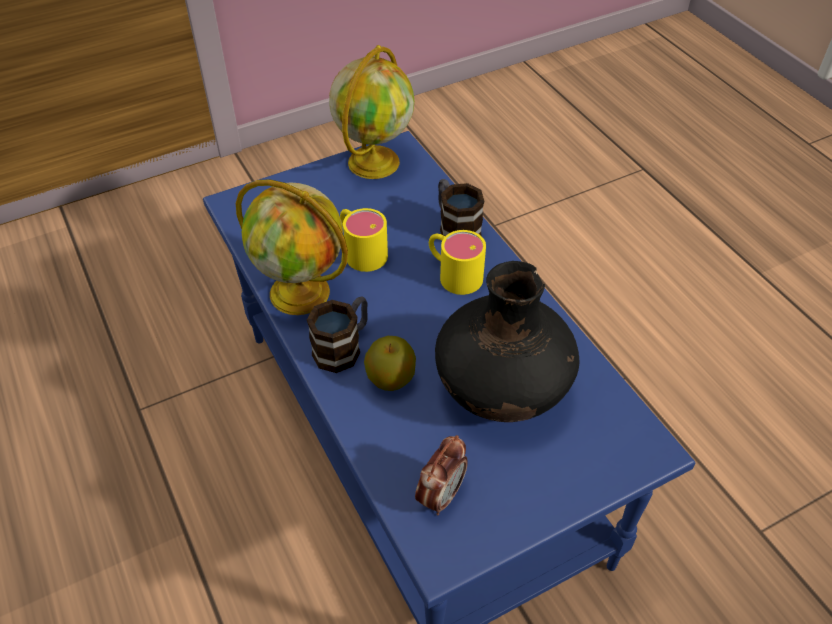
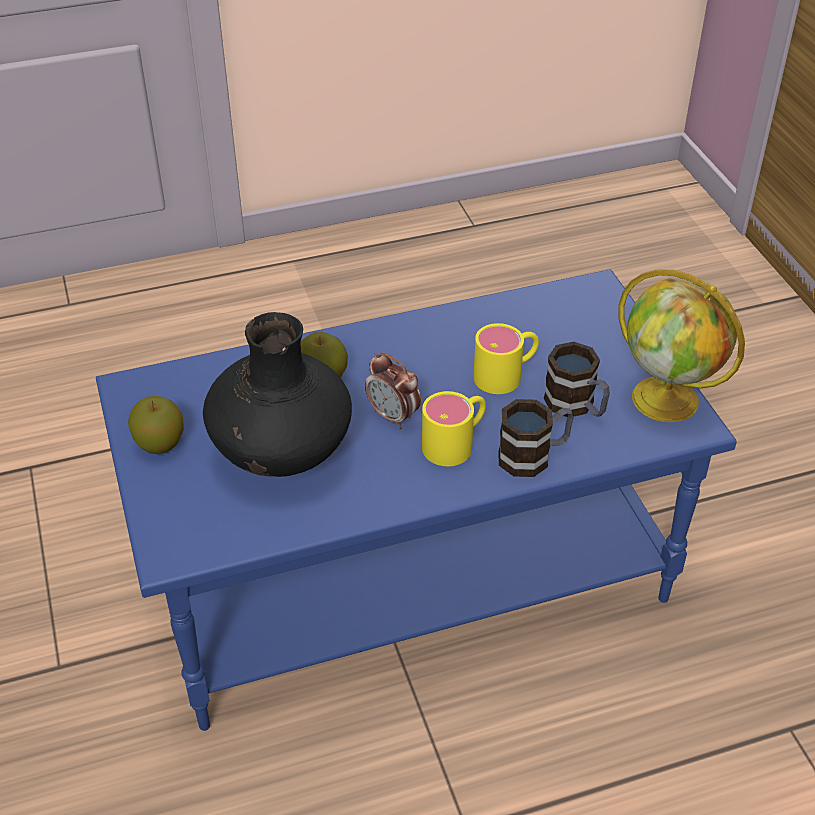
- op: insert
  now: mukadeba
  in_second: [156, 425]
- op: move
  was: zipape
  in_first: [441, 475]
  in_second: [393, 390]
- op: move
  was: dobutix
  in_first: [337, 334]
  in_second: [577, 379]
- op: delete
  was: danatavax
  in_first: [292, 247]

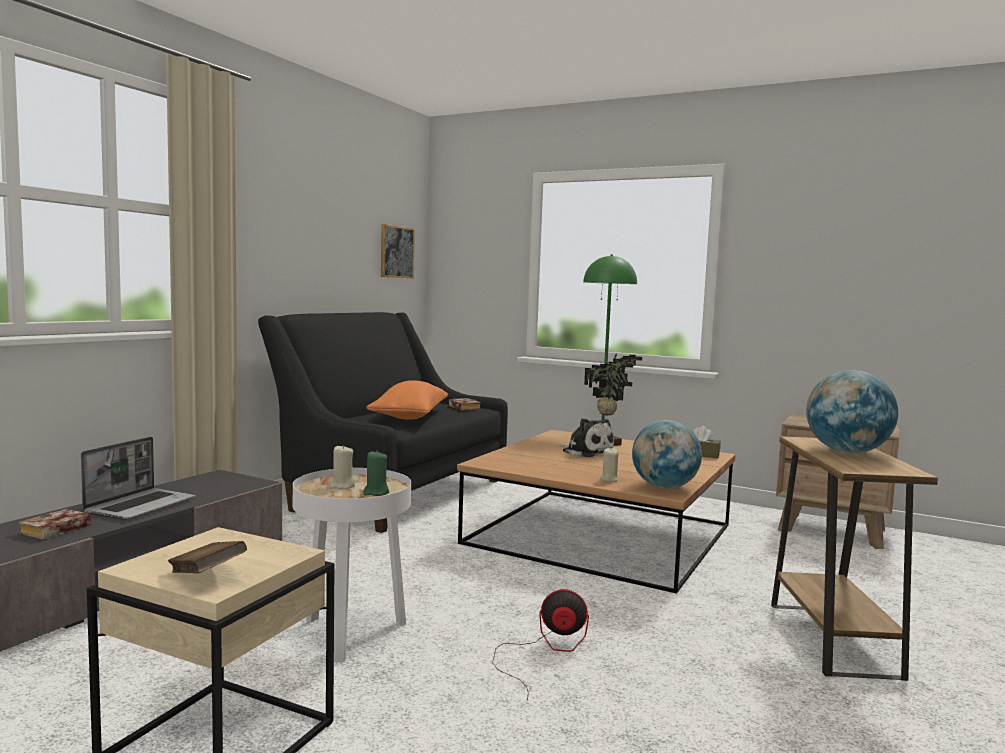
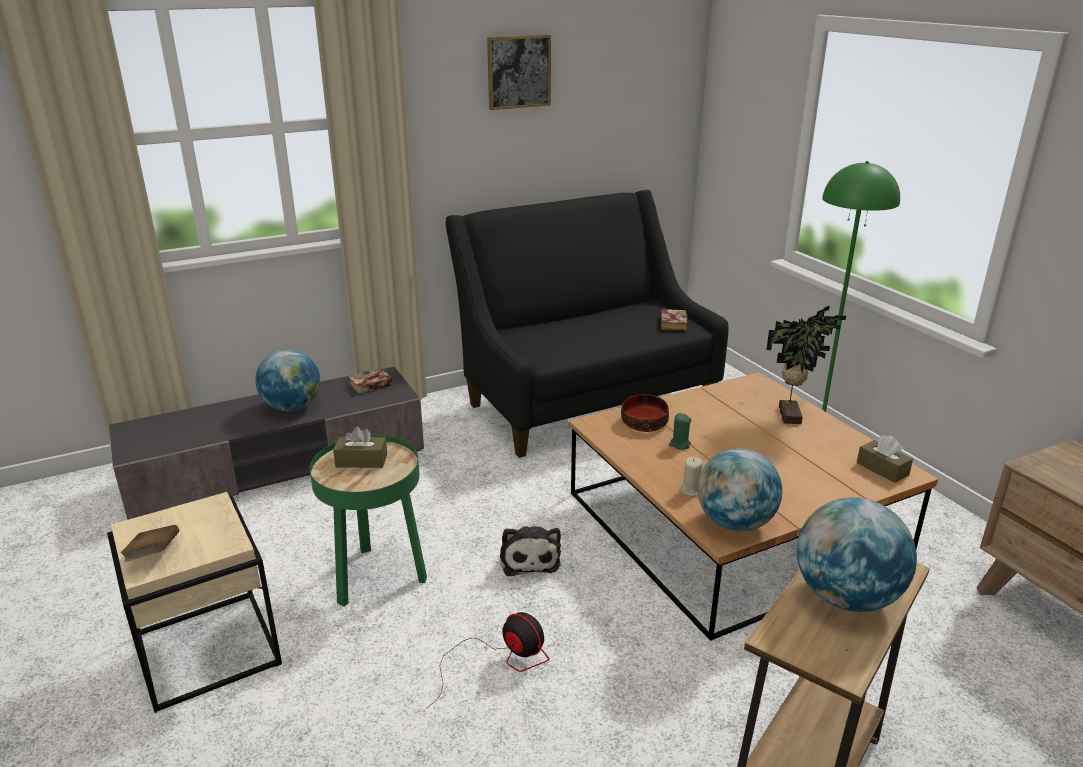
- op: replace
  was: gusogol
  now: danatavax
  in_first: [138, 478]
  in_second: [287, 380]
- op: recolor
  was: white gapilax
  now: green gapilax
  in_first: [352, 565]
  in_second: [368, 521]
- op: replace
  was: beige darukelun
  now: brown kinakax
  in_first: [342, 467]
  in_second: [360, 447]
- op: move
  was: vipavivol
  in_first: [55, 524]
  in_second: [371, 381]
- op: move
  was: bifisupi
  in_first: [398, 251]
  in_second: [519, 72]
- op: move
  was: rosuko
  in_first: [586, 437]
  in_second: [530, 551]
- op: insert
  now: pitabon
  in_second: [645, 413]
- op: move
  was: green darukelun
  in_first: [376, 473]
  in_second: [680, 431]
- op: delete
  was: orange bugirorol
  in_first: [407, 399]

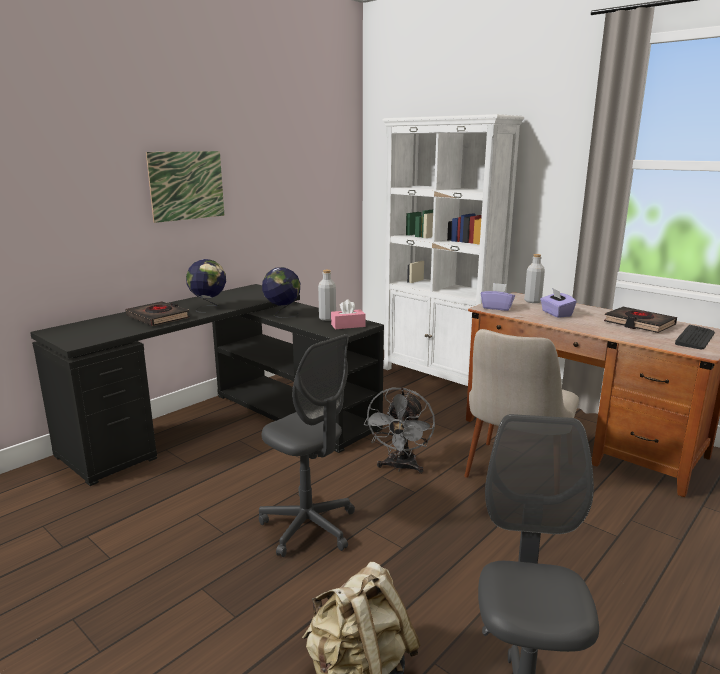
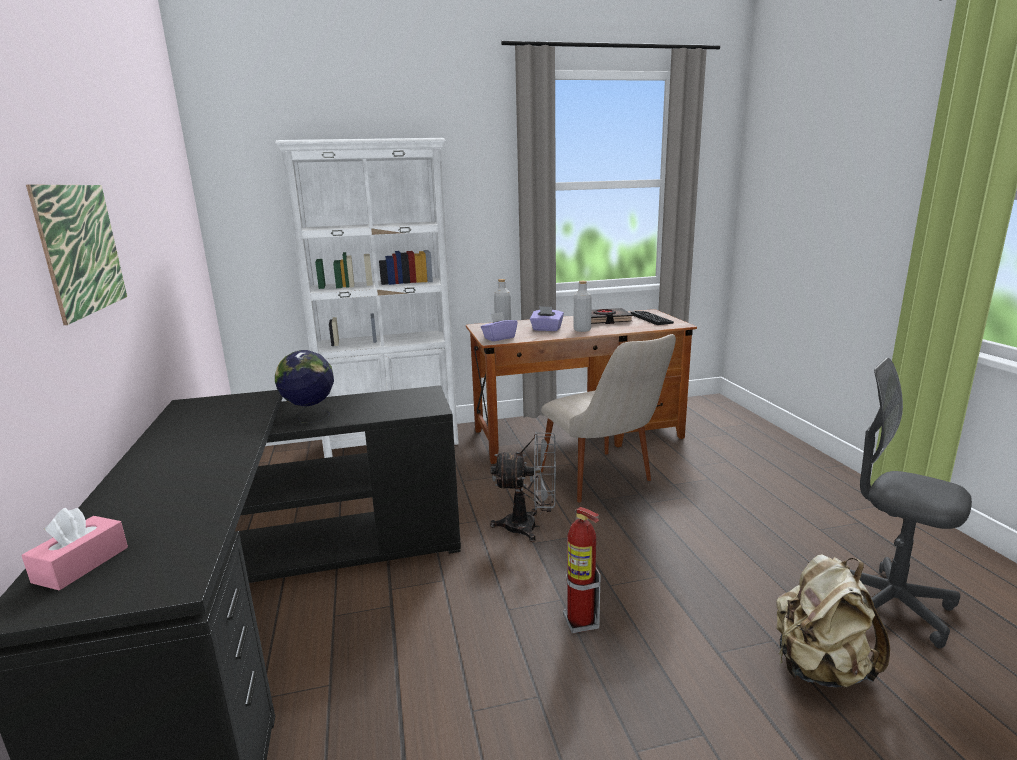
- op: move
  was: pink kinakax
  in_first: [348, 314]
  in_second: [74, 549]
- op: rotate
  was: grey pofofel
  in_first: [399, 430]
  in_second: [523, 487]
  clockwise: -45
- op: replace
  was: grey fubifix
  now: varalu
  in_first: [307, 445]
  in_second: [582, 570]
- op: move
  was: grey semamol
  in_first: [327, 295]
  in_second: [583, 306]
- op: delete
  was: black vipavivol
  in_first: [158, 314]
- op: delete
  was: danatavax
  in_first: [206, 286]

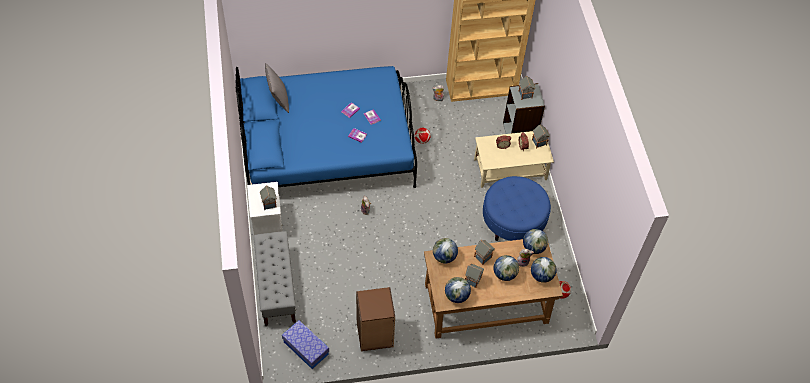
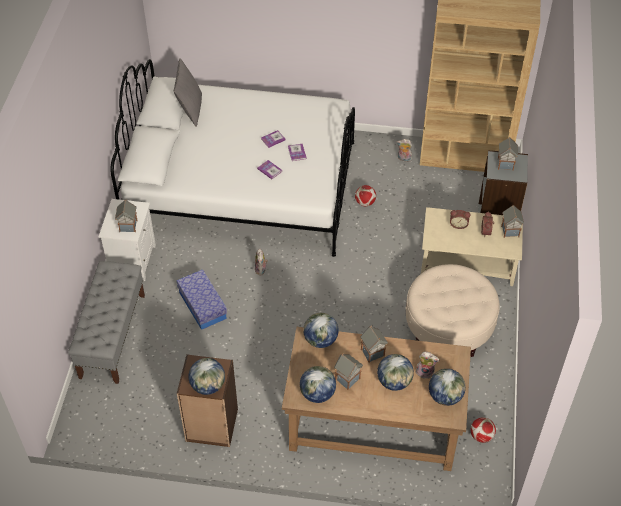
- op: recolor
  was: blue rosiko
  now: white rosiko
  in_first: [326, 127]
  in_second: [232, 158]
- op: move
  was: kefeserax
  in_first: [305, 344]
  in_second: [202, 299]
- op: move
  was: danatavax
  in_first: [535, 241]
  in_second: [206, 376]
- op: recolor
  was: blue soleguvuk
  now: beige soleguvuk
  in_first: [517, 208]
  in_second: [453, 310]

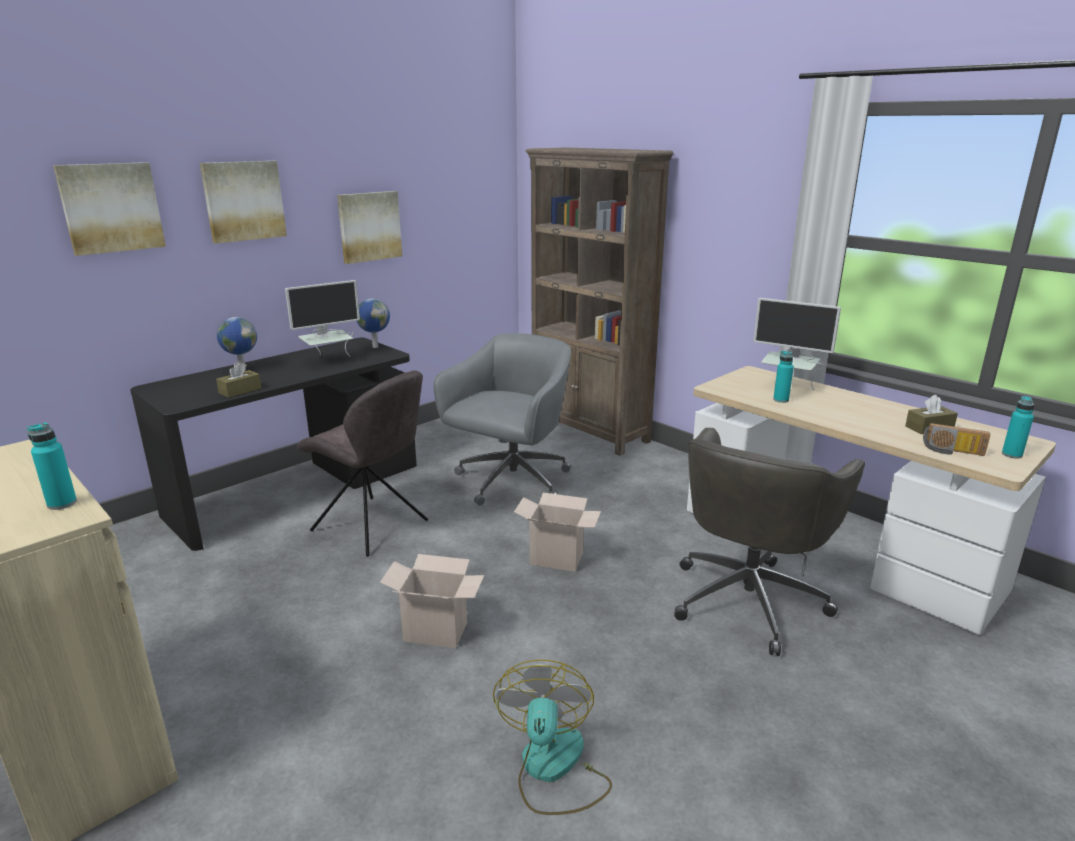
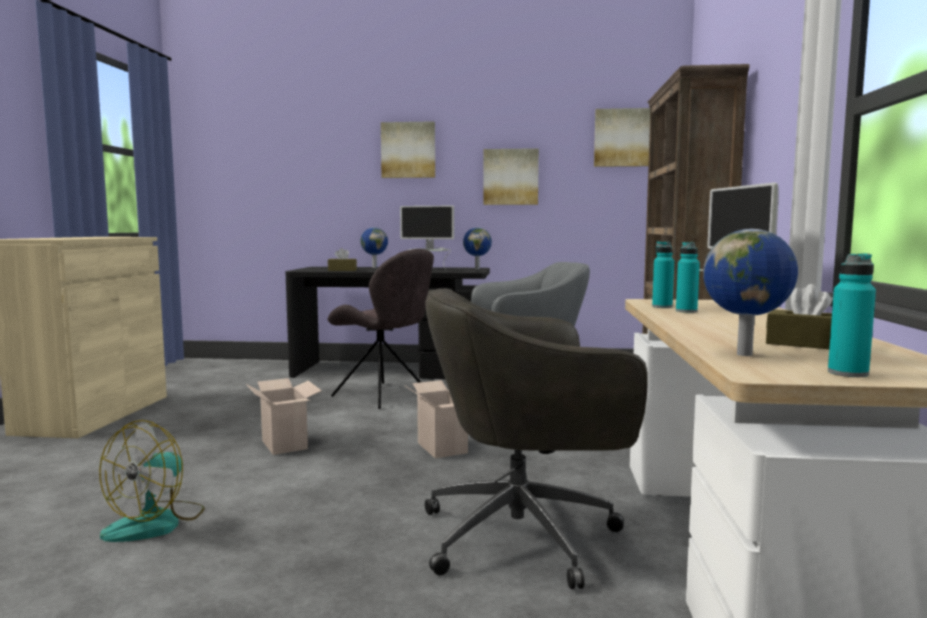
- op: rotate
  was: pofofel
  in_first: [552, 737]
  in_second: [151, 481]
  clockwise: 150
- op: rotate
  was: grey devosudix
  in_first: [362, 463]
  in_second: [381, 329]
  clockwise: -45
- op: move
  was: bifisupi
  in_first: [109, 209]
  in_second: [622, 137]
- op: move
  was: turquoise semamol
  in_first: [52, 466]
  in_second: [663, 274]
- op: replace
  was: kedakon
  now: danatavax
  in_first: [956, 439]
  in_second: [750, 292]

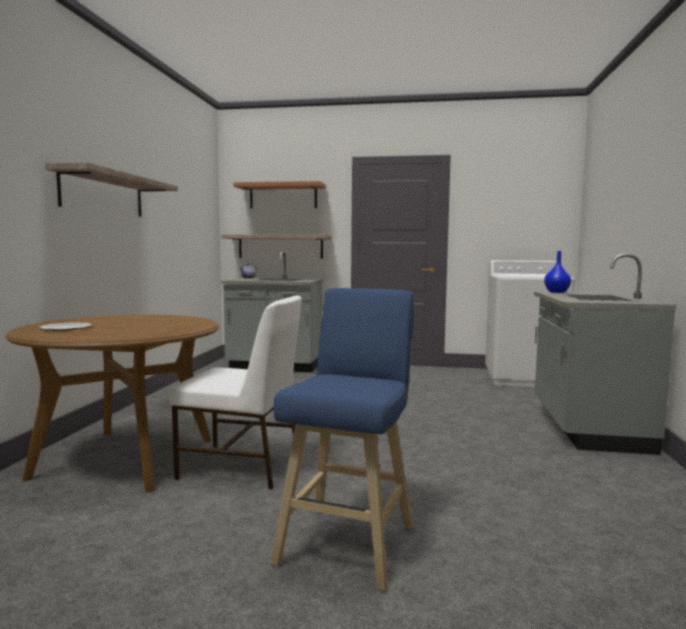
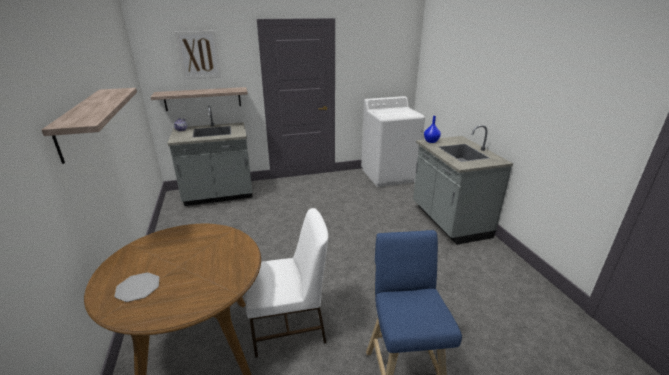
- op: replace
  was: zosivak
  now: bifisupi
  in_first: [279, 195]
  in_second: [197, 55]

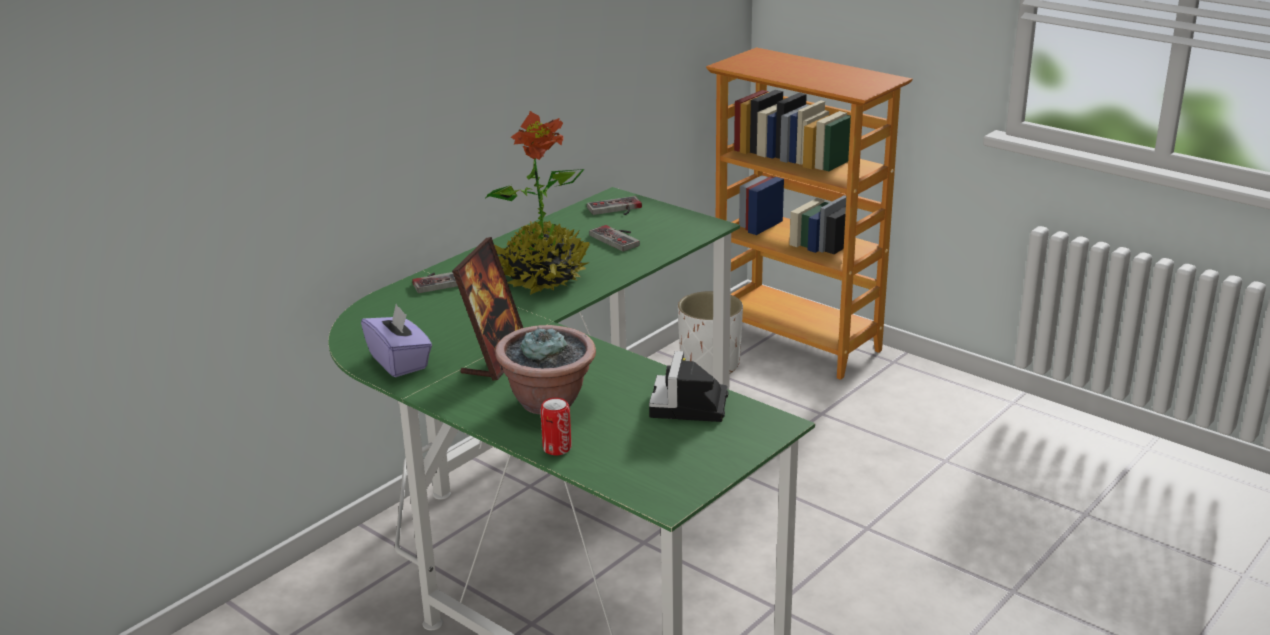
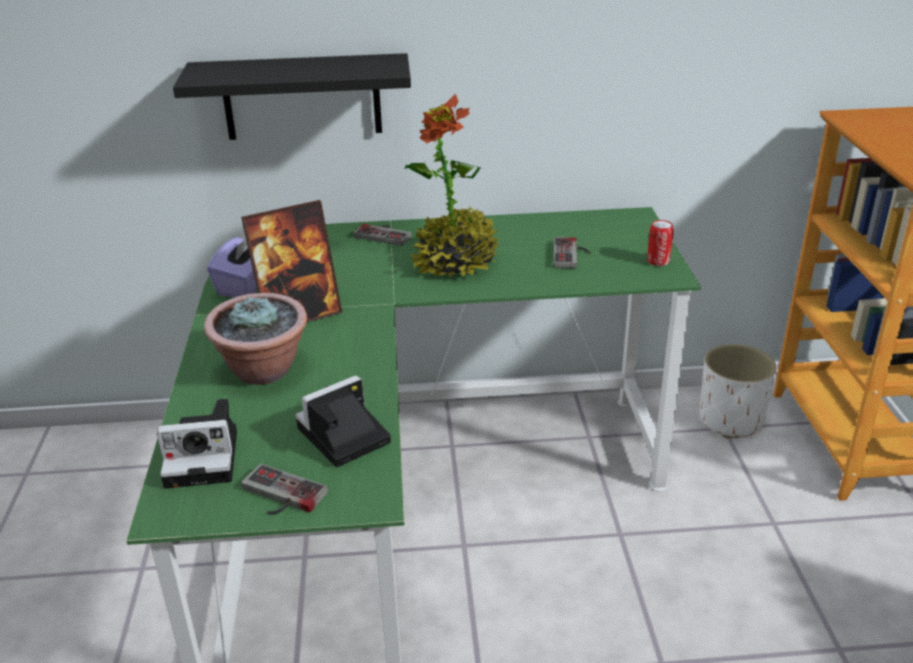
- op: insert
  now: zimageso
  in_second: [197, 443]
- op: insert
  now: black zosivak
  in_second: [292, 96]
- op: move
  was: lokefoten
  in_first: [614, 205]
  in_second: [284, 489]
- op: move
  was: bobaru
  in_first: [556, 426]
  in_second: [660, 243]

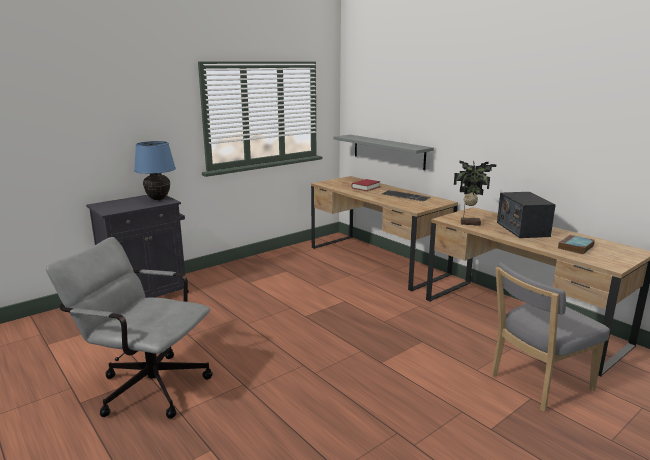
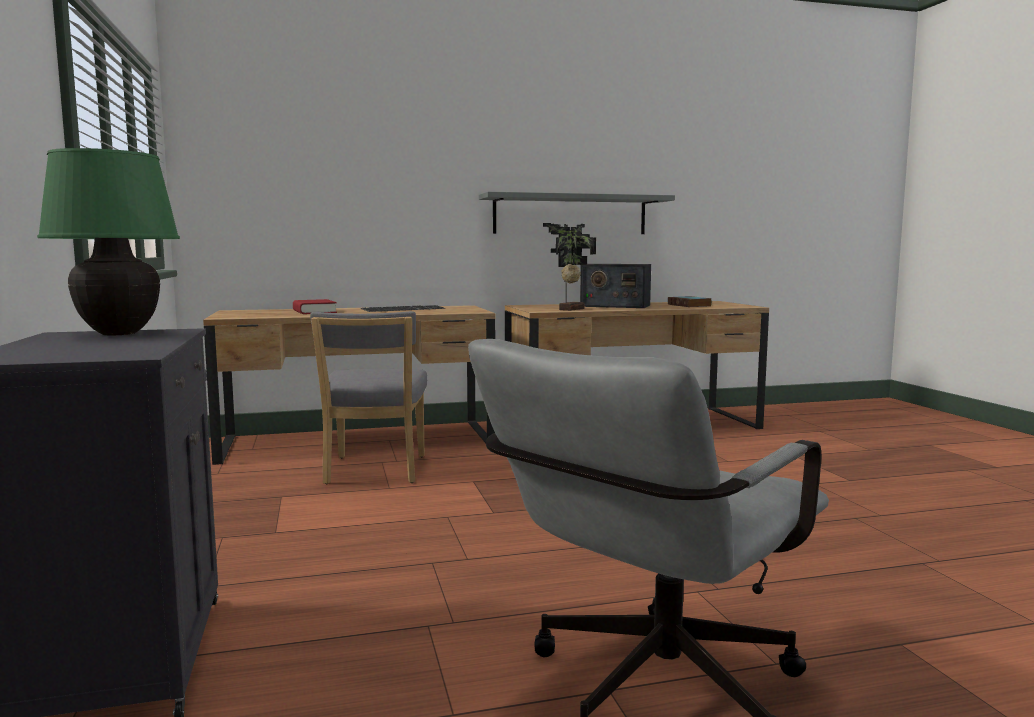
- op: recolor
  was: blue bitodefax
  now: green bitodefax
  in_first: [155, 170]
  in_second: [108, 241]
- op: move
  was: grey devosudix
  in_first: [550, 337]
  in_second: [368, 397]
- op: move
  was: grey zosivak
  in_first: [383, 152]
  in_second: [577, 213]

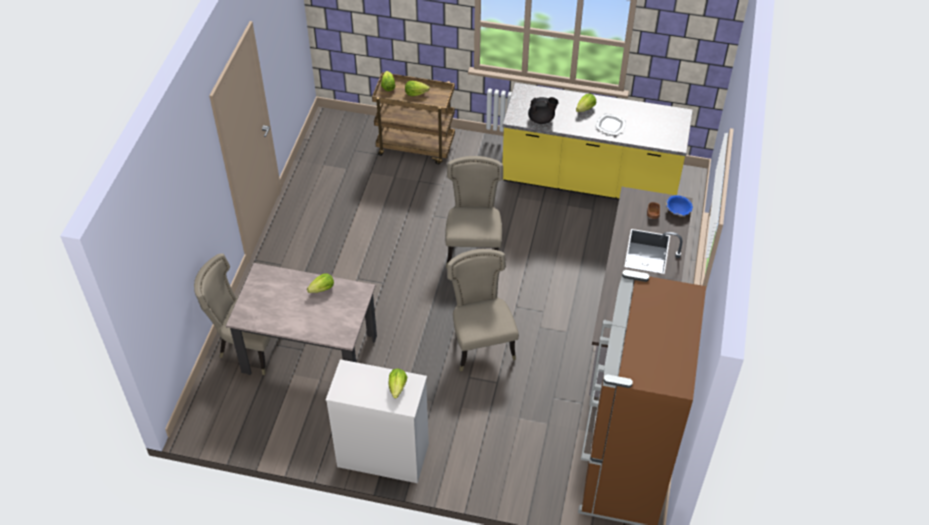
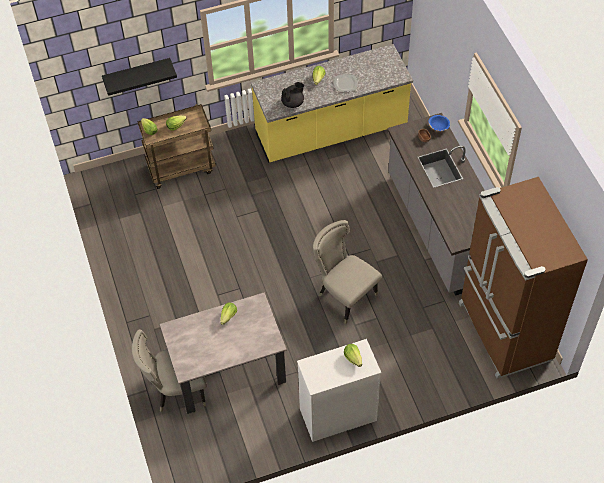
- op: insert
  now: black zosivak
  in_second: [139, 77]
- op: delete
  was: beige devosudix
  in_first: [474, 212]

